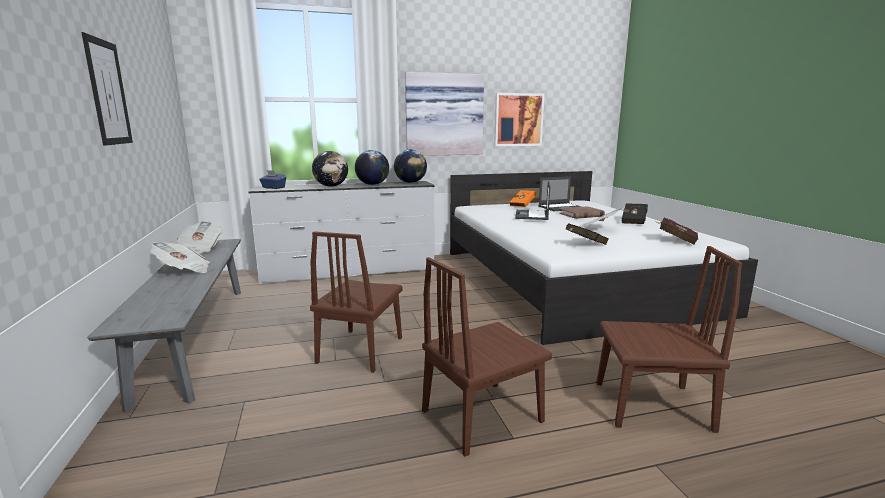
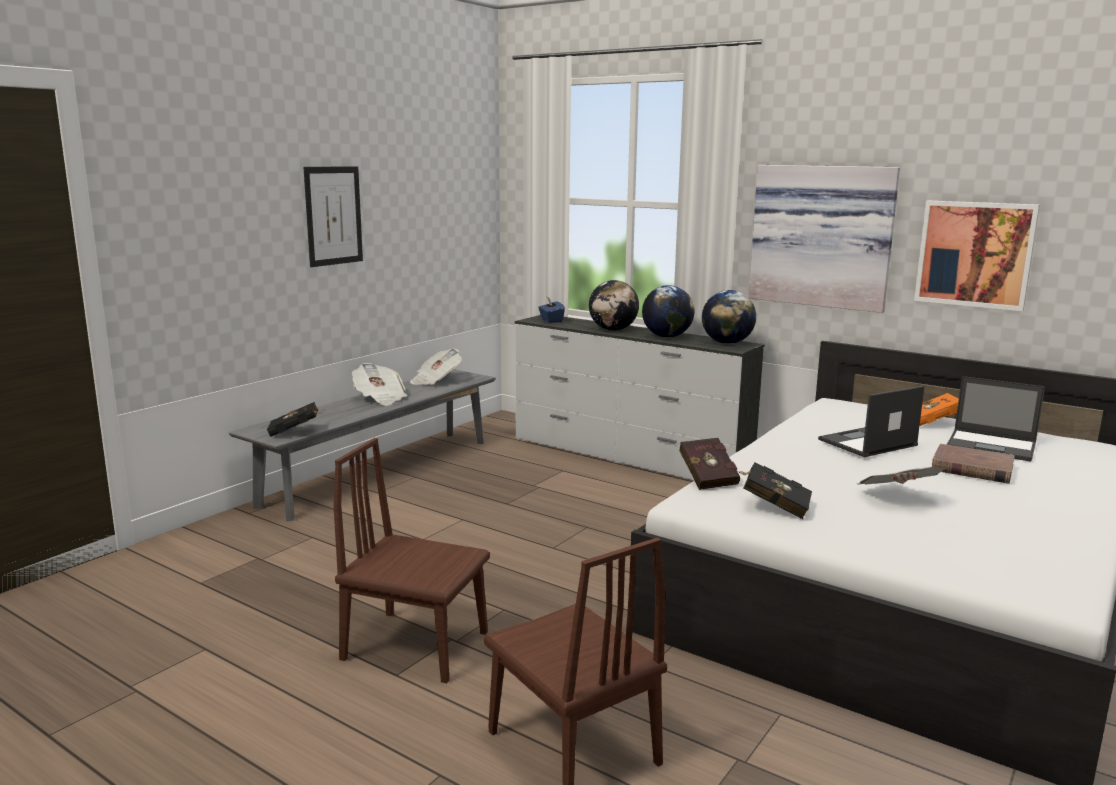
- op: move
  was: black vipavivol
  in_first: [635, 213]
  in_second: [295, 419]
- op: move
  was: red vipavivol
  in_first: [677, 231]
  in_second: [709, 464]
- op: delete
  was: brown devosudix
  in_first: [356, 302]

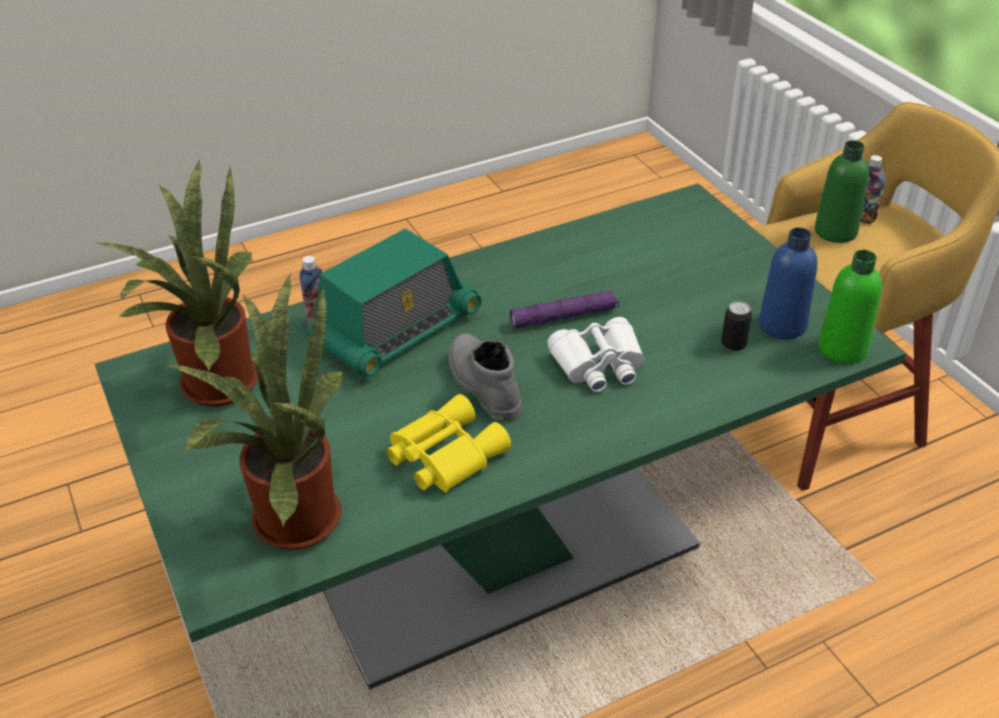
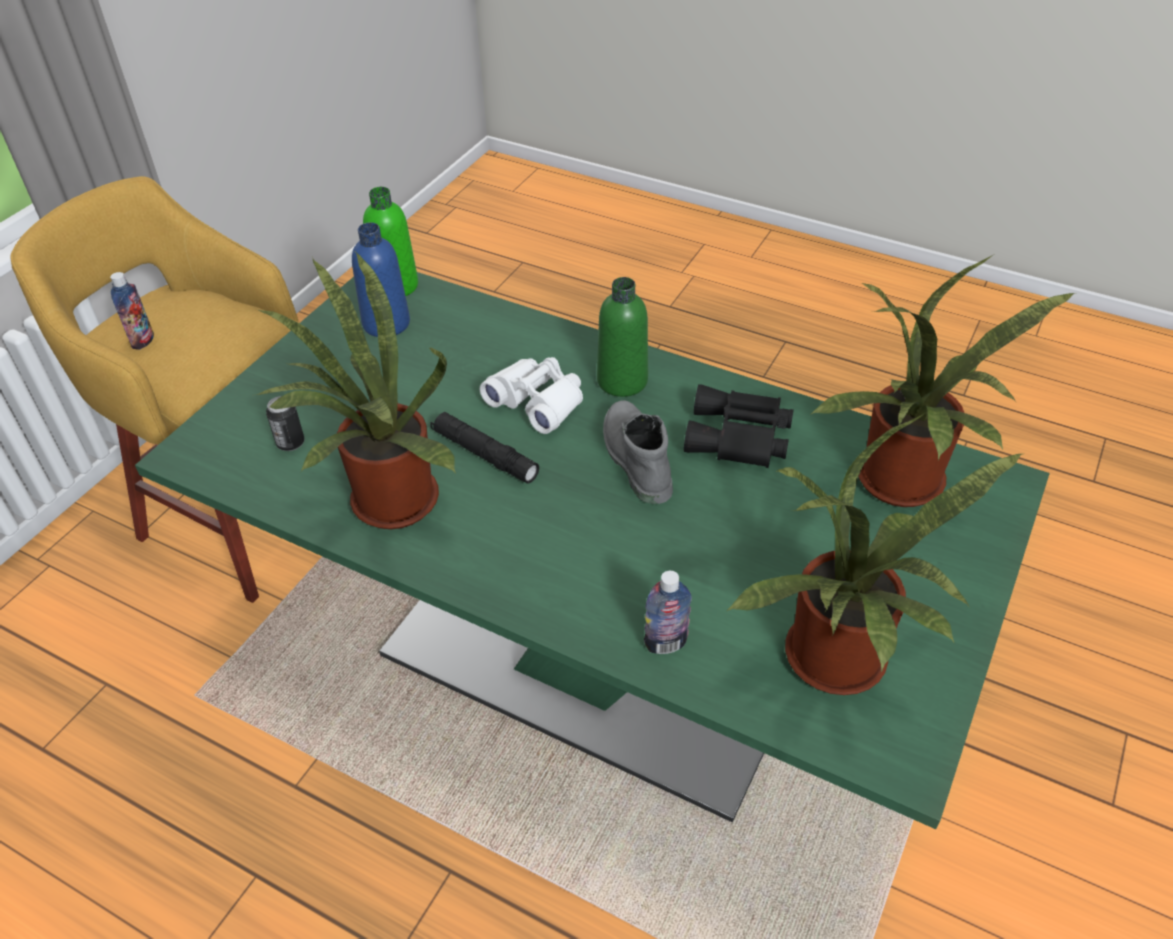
- op: insert
  now: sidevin
  in_second: [356, 390]
- op: move
  was: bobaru
  in_first: [736, 326]
  in_second: [285, 423]
- op: recolor
  was: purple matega
  now: black matega
  in_first: [564, 309]
  in_second: [484, 447]
- op: move
  was: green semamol
  in_first: [842, 191]
  in_second: [622, 337]
- op: rotate
  was: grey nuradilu
  in_first: [485, 377]
  in_second: [638, 452]
  clockwise: 135
- op: recolor
  was: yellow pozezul
  now: black pozezul
  in_first: [449, 443]
  in_second: [739, 426]
- op: delete
  was: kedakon
  in_first: [394, 302]

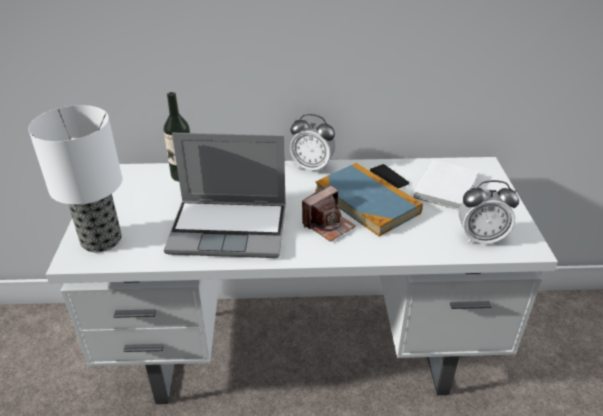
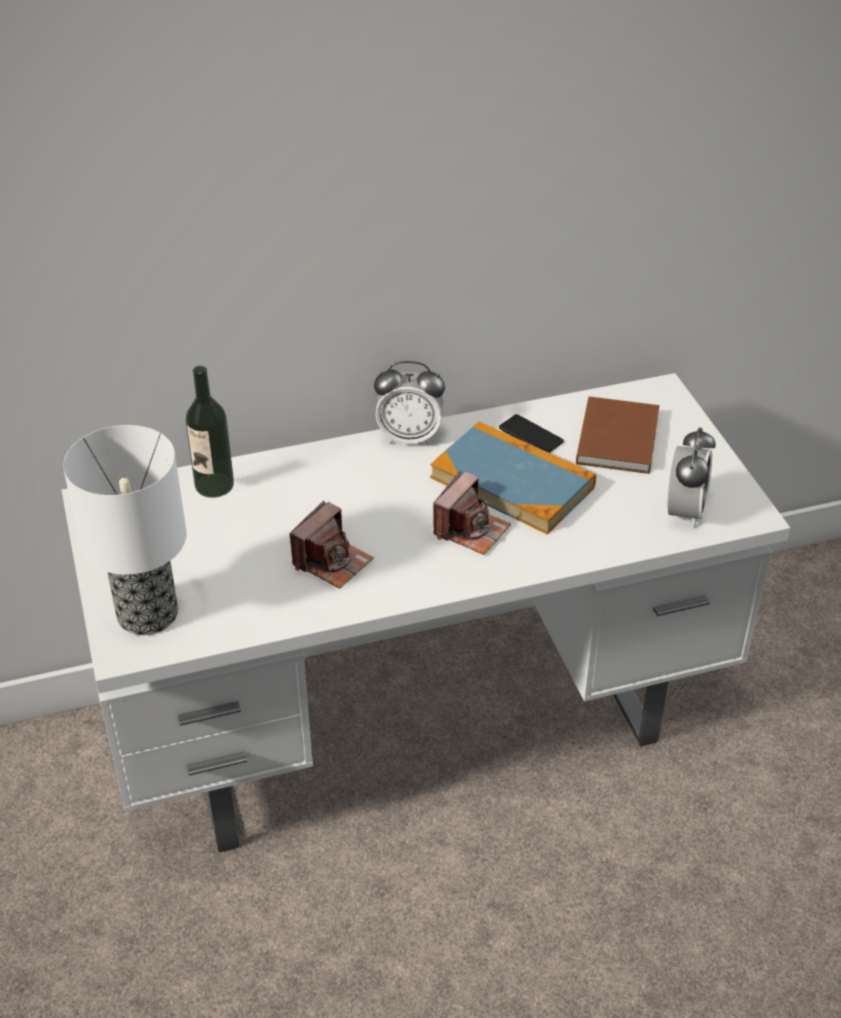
- op: replace
  was: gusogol
  now: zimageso
  in_first: [225, 195]
  in_second: [331, 545]
- op: recolor
  was: white vipavivol
  now: brown vipavivol
  in_first: [446, 185]
  in_second: [617, 435]
- op: rotate
  was: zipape
  in_first: [489, 212]
  in_second: [692, 478]
  clockwise: -60

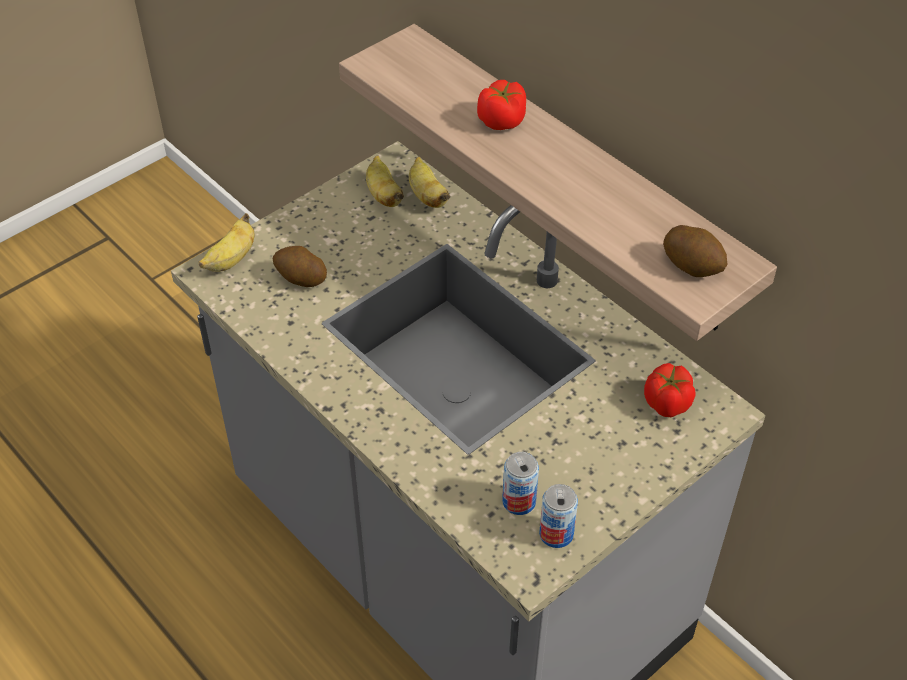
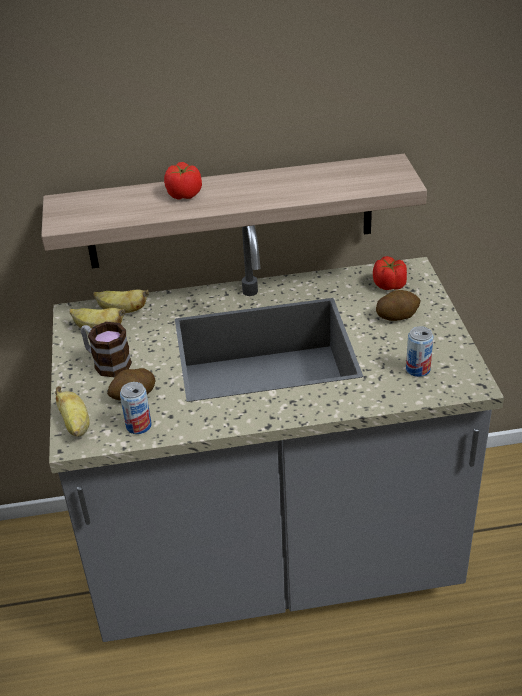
- op: insert
  now: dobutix
  in_second: [106, 349]
- op: move
  was: bobaru
  in_first: [558, 516]
  in_second: [136, 408]
- op: move
  was: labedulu
  in_first: [695, 251]
  in_second: [398, 305]

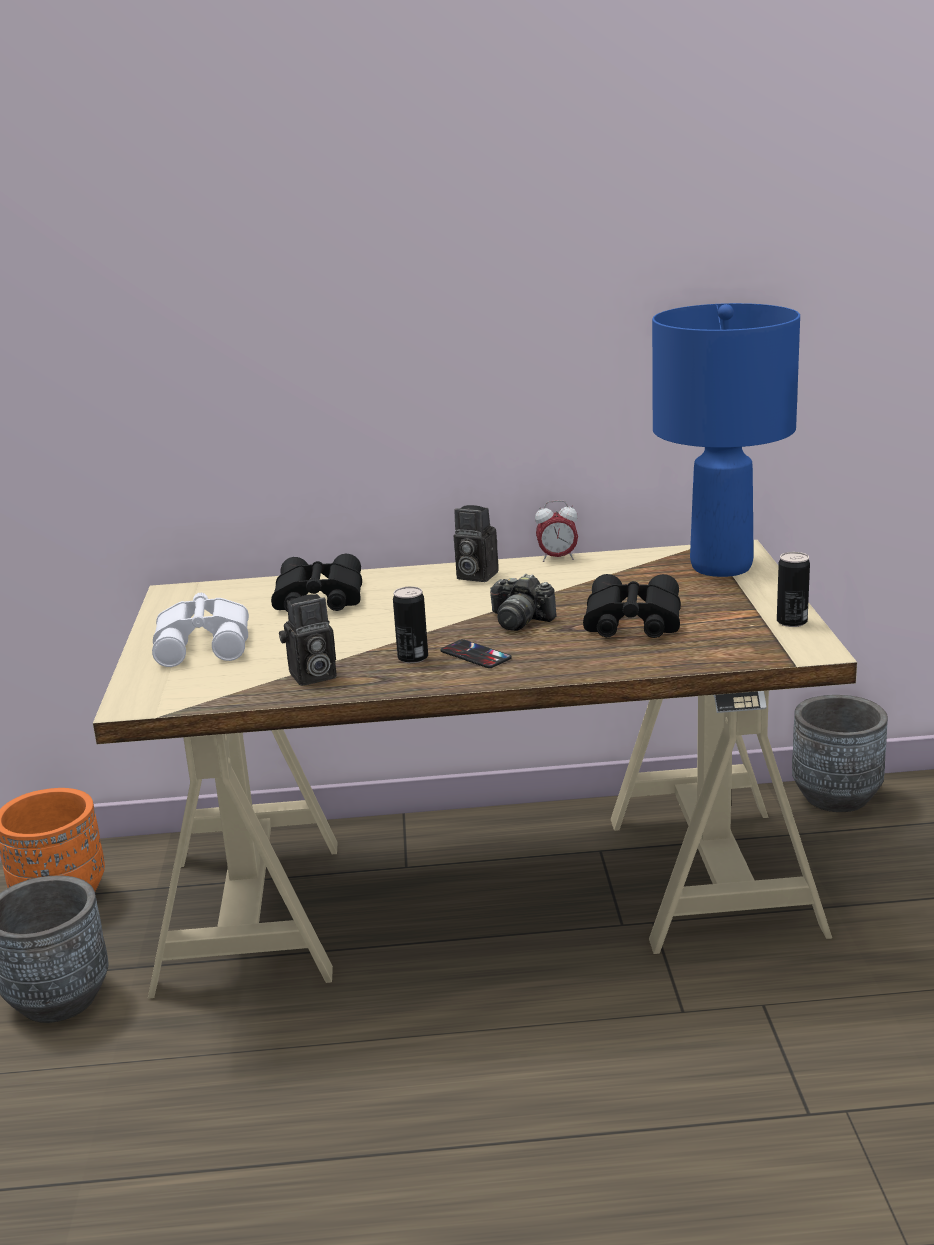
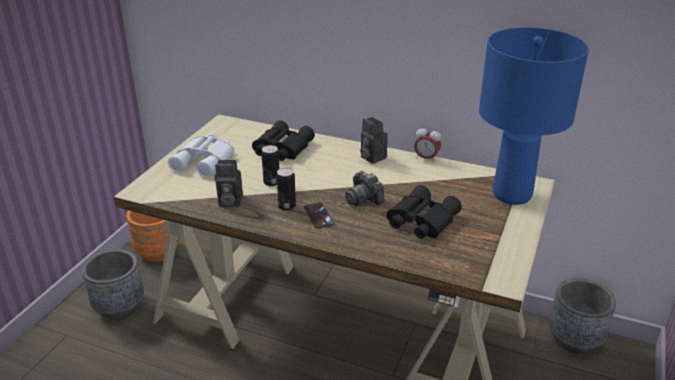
- op: move
  was: bobaru
  in_first: [793, 589]
  in_second: [270, 165]

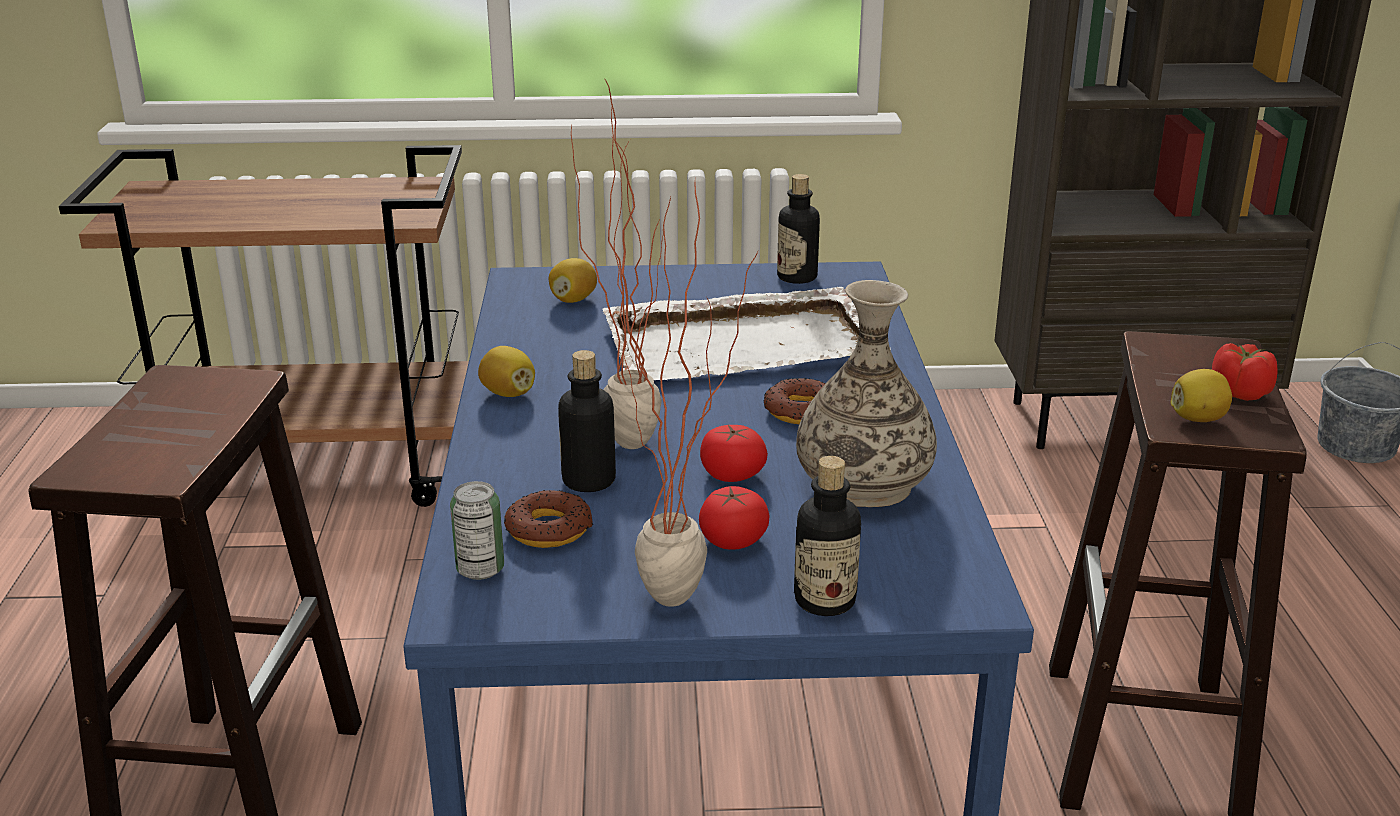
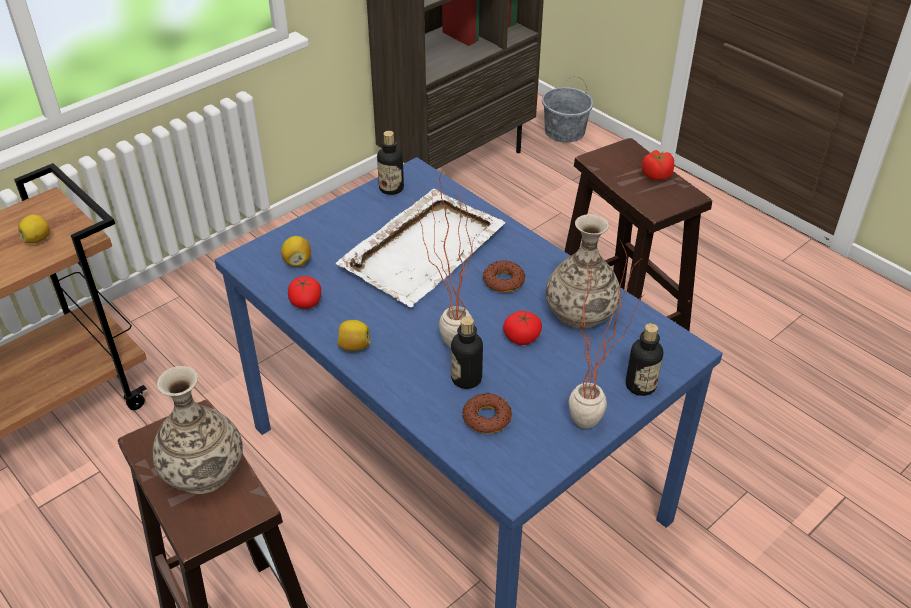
- op: move
  was: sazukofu
  in_first: [1201, 395]
  in_second: [34, 228]
- op: insert
  now: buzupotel
  in_second: [197, 430]
- op: move
  was: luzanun
  in_first: [734, 518]
  in_second: [304, 292]
- op: delete
  was: bobaru
  in_first: [477, 530]

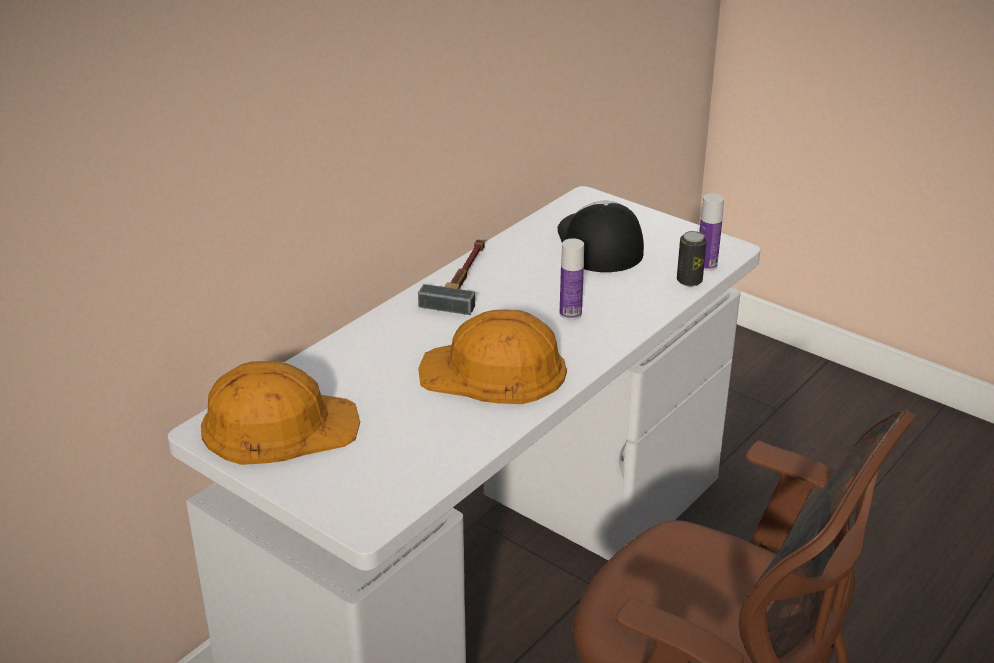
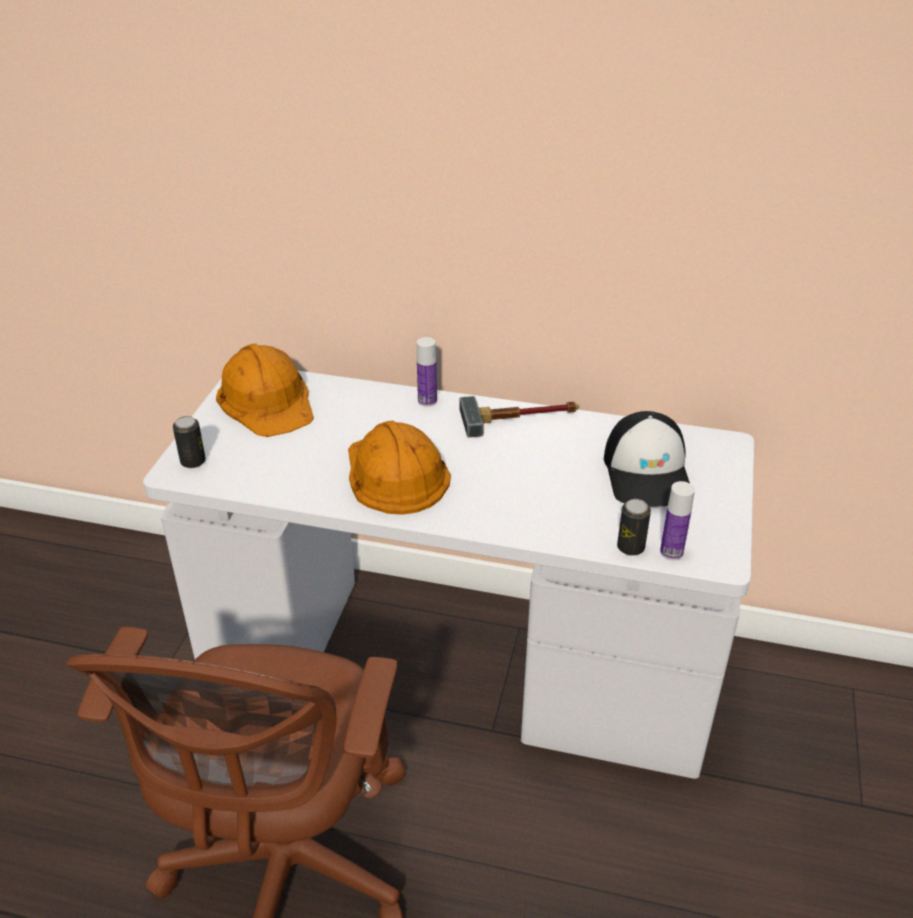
- op: insert
  now: bobaru
  in_second: [189, 442]
- op: move
  was: semamol
  in_first: [572, 279]
  in_second: [427, 372]
- op: rotate
  was: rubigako
  in_first: [600, 236]
  in_second: [647, 459]
  clockwise: 120

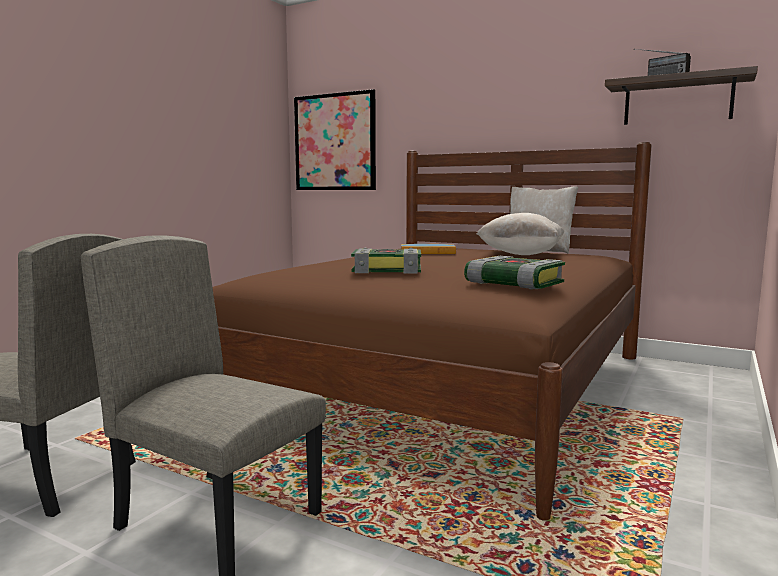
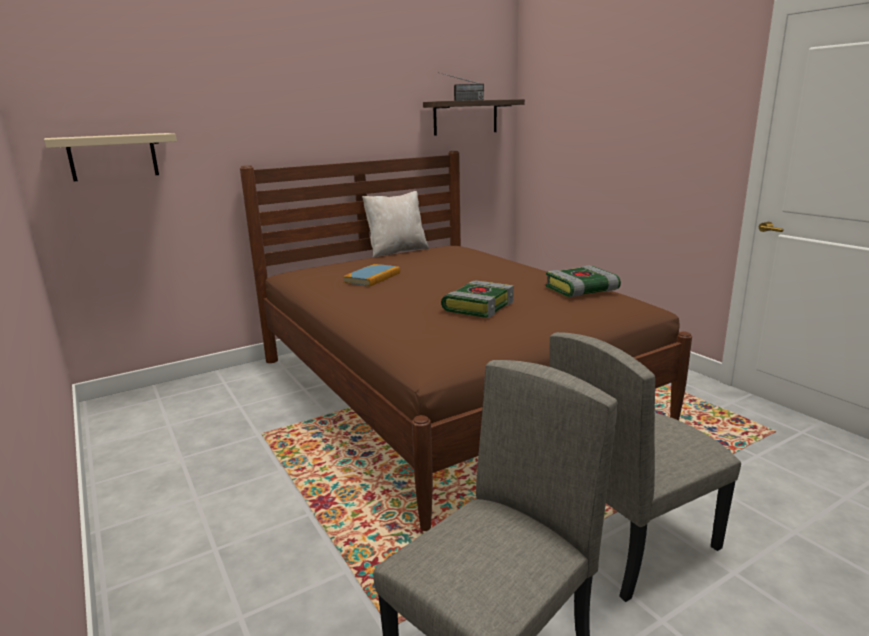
- op: replace
  was: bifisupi
  now: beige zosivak
  in_first: [335, 139]
  in_second: [110, 157]
- op: delete
  was: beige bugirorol
  in_first: [520, 234]

